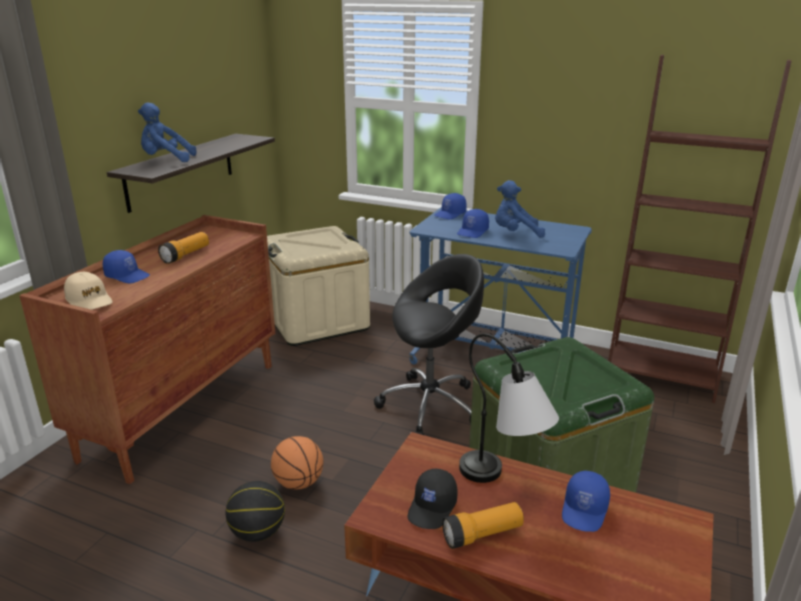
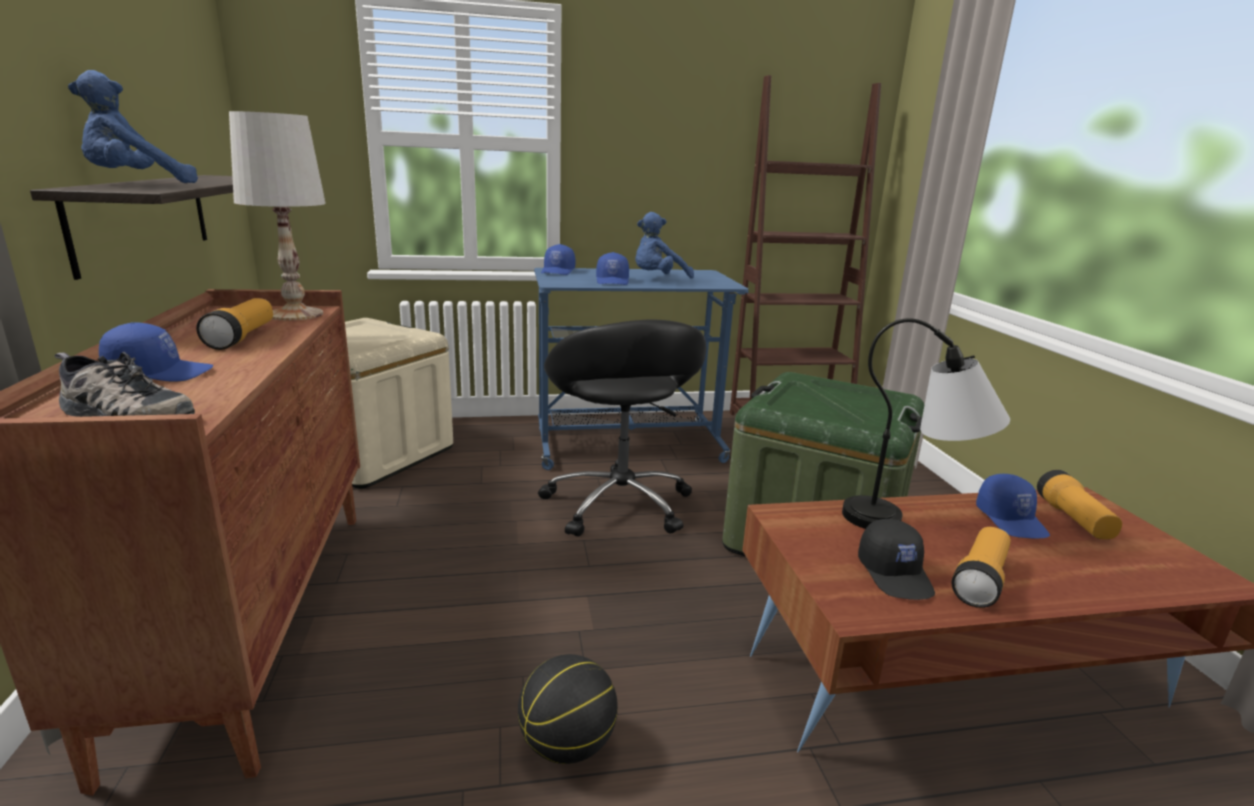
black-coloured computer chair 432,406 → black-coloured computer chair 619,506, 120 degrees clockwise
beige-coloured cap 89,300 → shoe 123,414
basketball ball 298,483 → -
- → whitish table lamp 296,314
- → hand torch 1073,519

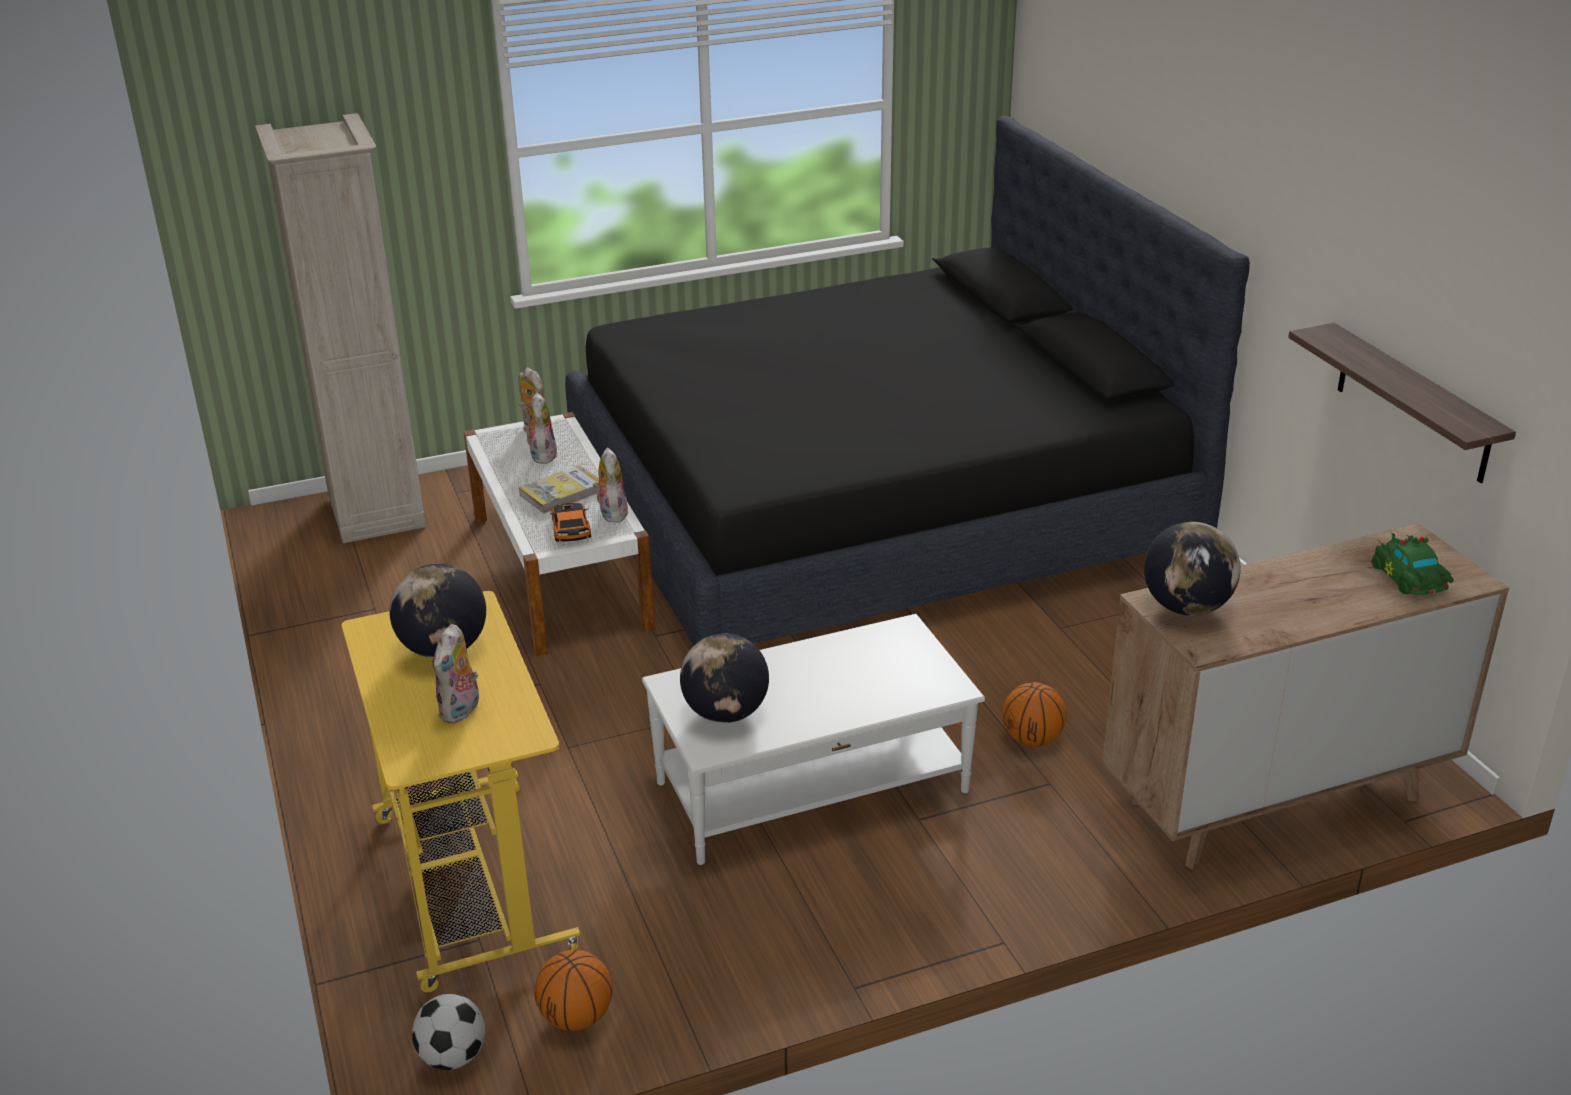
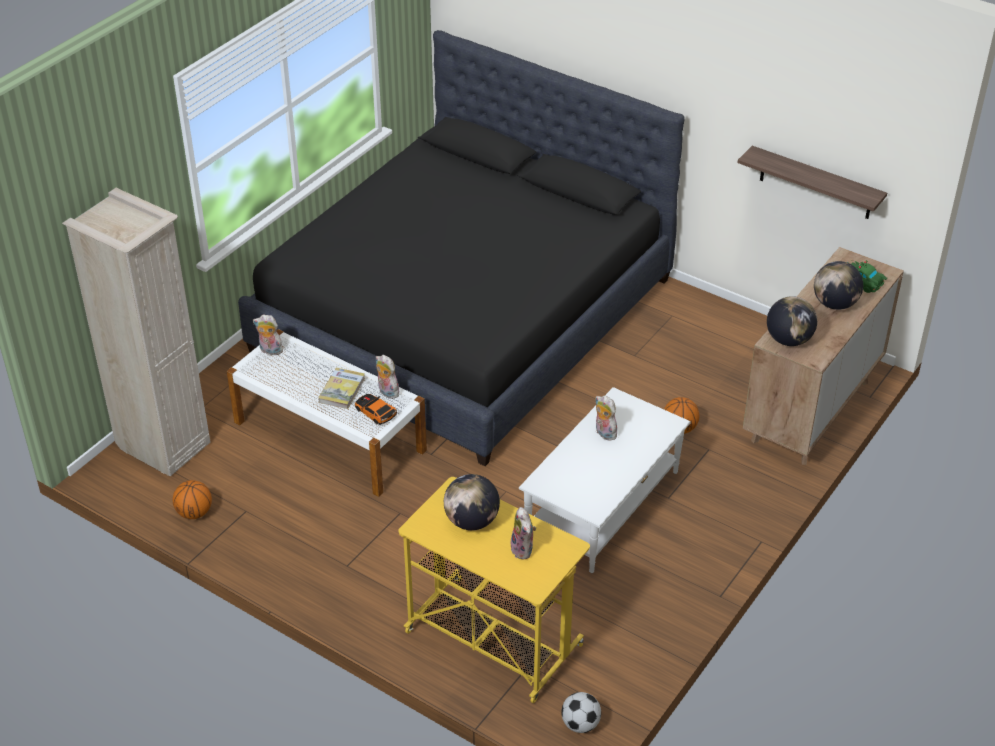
cuddly toy 541,455 → cuddly toy 604,433, relocated
world globe 725,713 → world globe 834,304, relocated
basketball ball 576,1017 → basketball ball 194,513, relocated

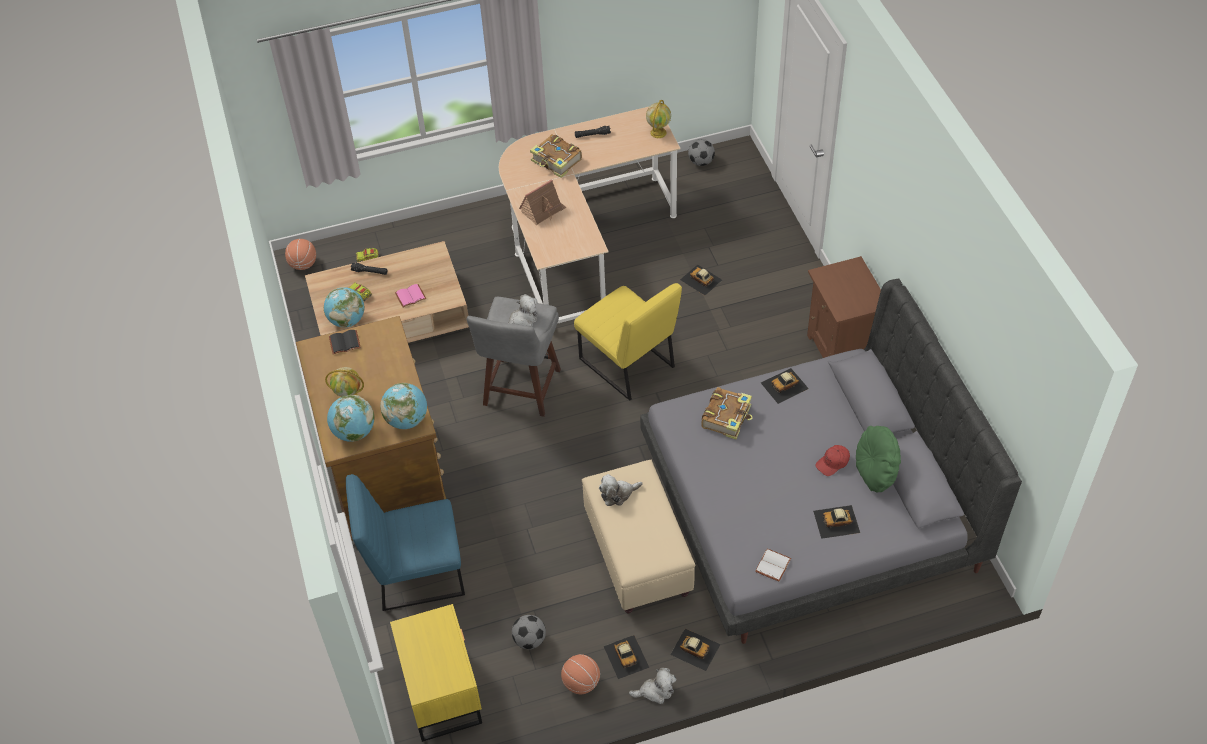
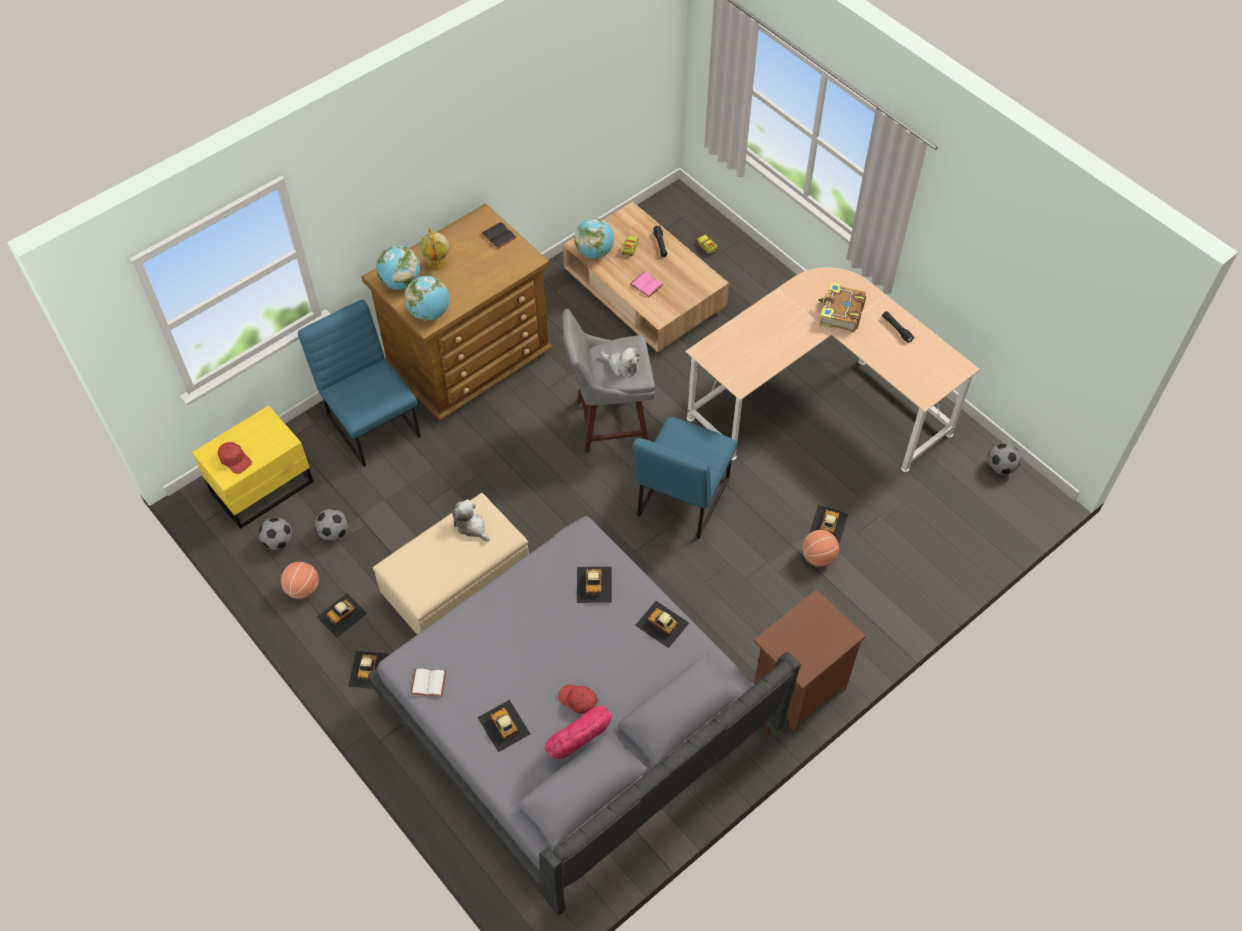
world globe 658,132 → -
model house 543,210 → -
basketball ball 303,264 → basketball ball 818,557, relocated
yellow-coloured chair 628,364 → blue chair 681,498
book 727,417 → miniature car 594,584
green pillow 874,475 → pink-coloured pillow 579,745
cuddly toy 655,691 → -
- → red-coloured cap 235,460
- → ball for football 278,541

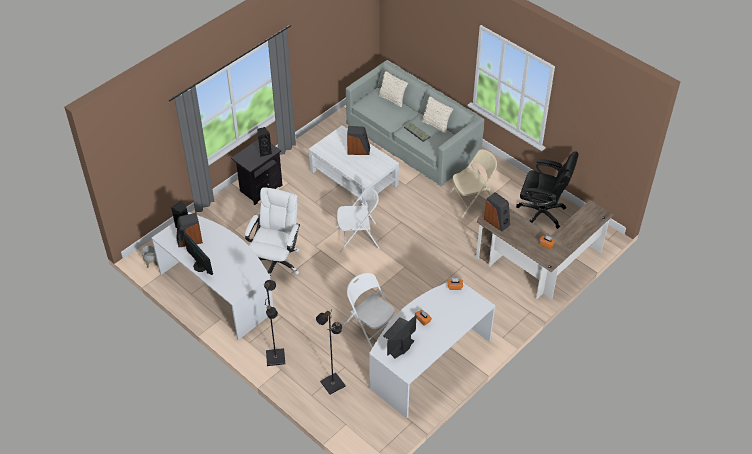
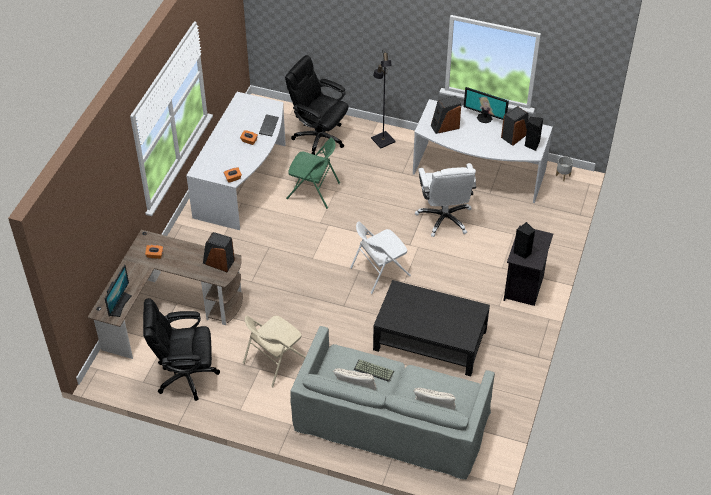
whitish lounge table 354,178 → black-coloured lounge table 429,340
loudspeaker 358,150 → loudspeaker 445,126, relocated
whitish chair 370,328 → green chair 313,191
black-coloured floor lamp 333,384 → black-coloured computer chair 319,137
computer screen 402,348 → computer screen 119,304, relocated

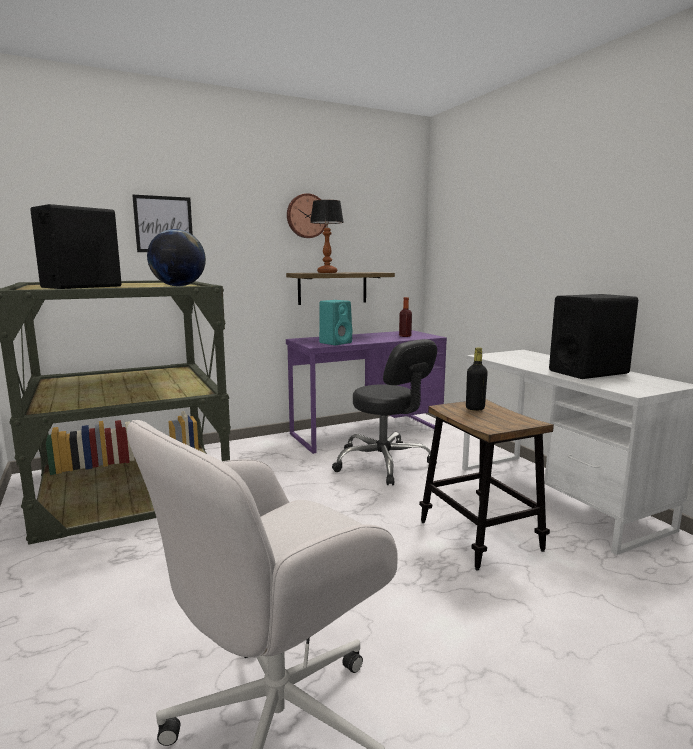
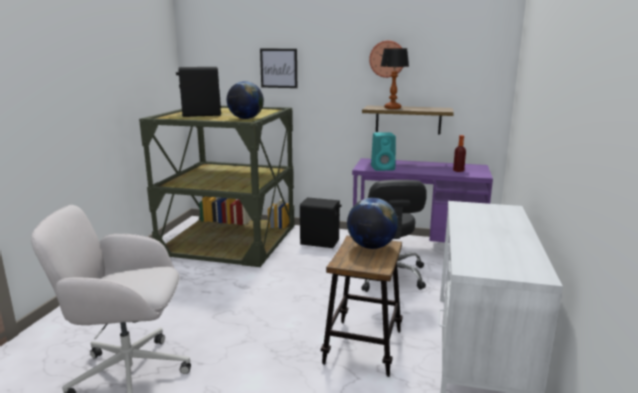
black-coloured loudspeaker 588,372 → black-coloured loudspeaker 320,242, relocated
black-coloured drink bottle 475,408 → world globe 371,246

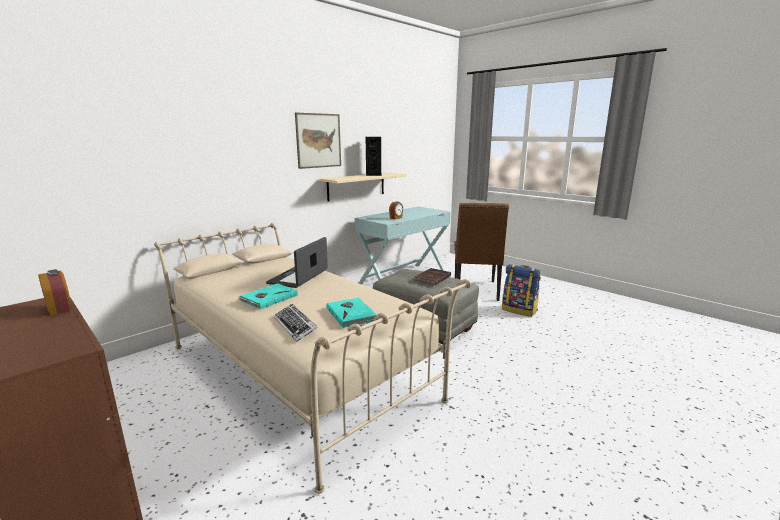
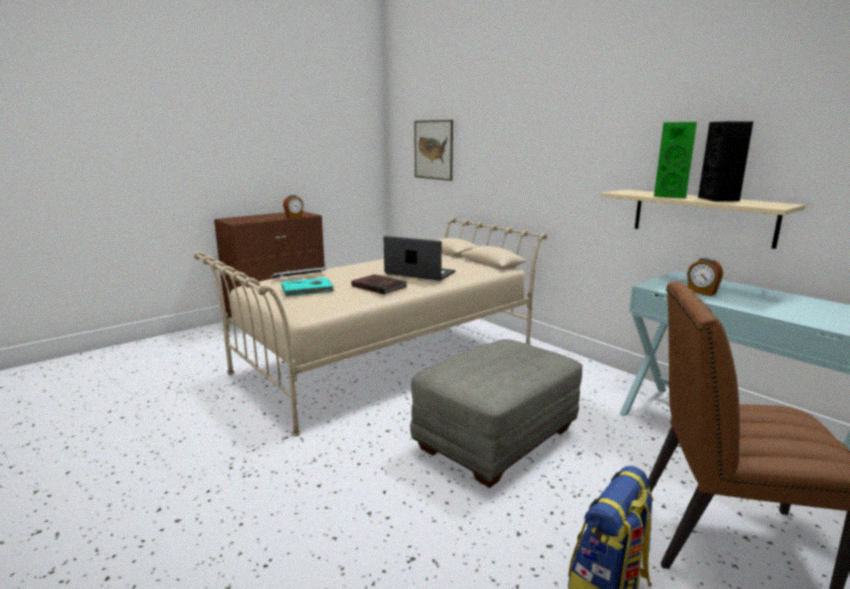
wall art 318,140 → wall art 433,150, relocated
brown-coloured book 432,278 → brown-coloured book 379,286, relocated
turquoise-coloured book 268,298 → -
- → green loudspeaker 671,196

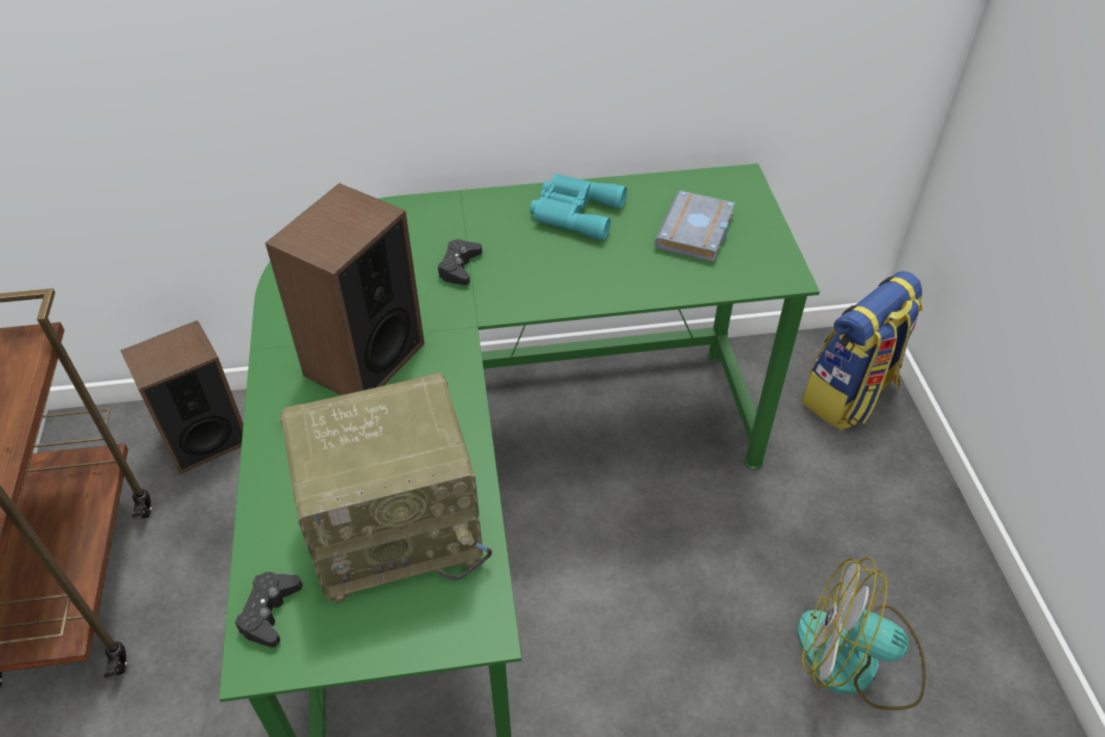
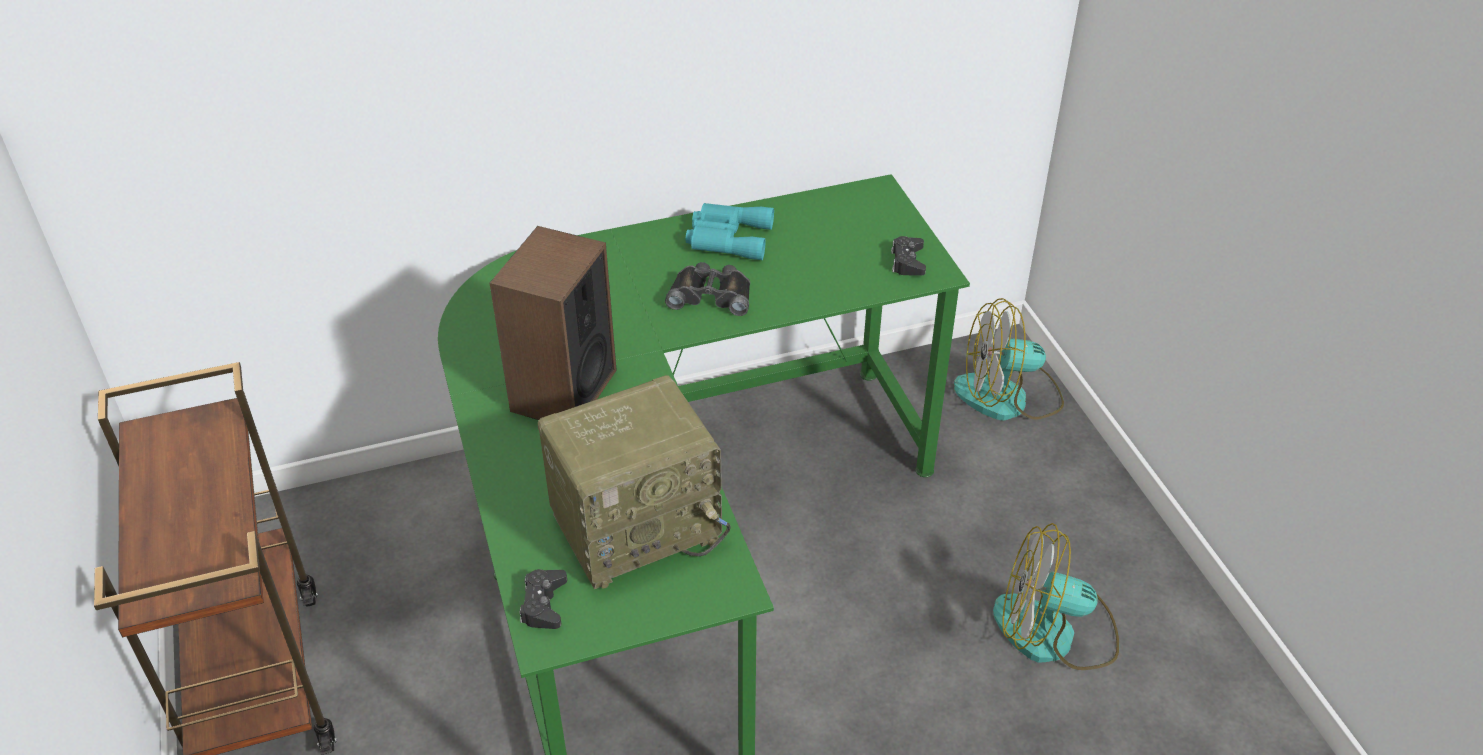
greyish book 697,233 → -
black-coloured joypad 459,267 → black-coloured joypad 907,261, relocated
rucksack 850,396 → electric fan 1008,397
loudspeaker 205,439 → -
- → black-coloured binoculars 711,295

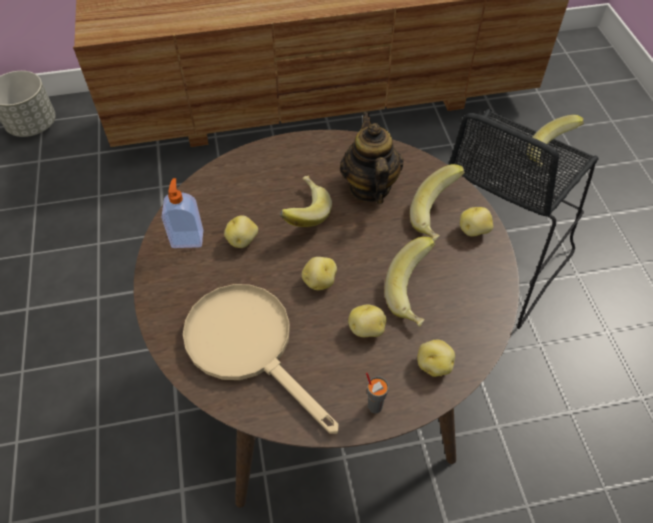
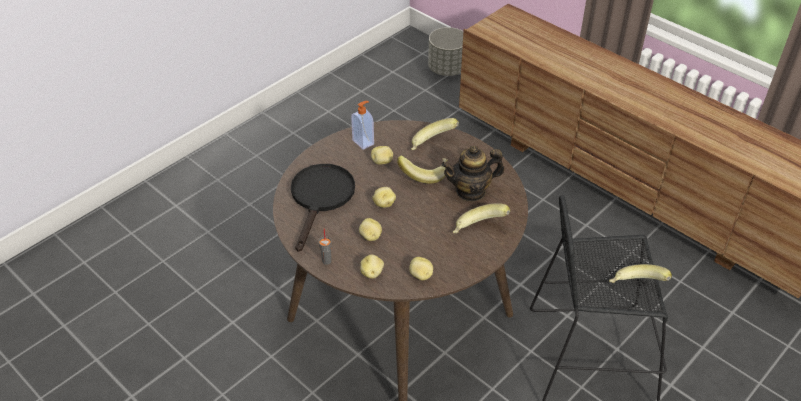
teapot 369,187 → teapot 471,191, 150 degrees counterclockwise
potato 474,230 → potato 421,275, relocated
banana fruit 414,294 → banana fruit 433,145, relocated
beige-coloured frying pan 249,346 → black-coloured frying pan 321,198

